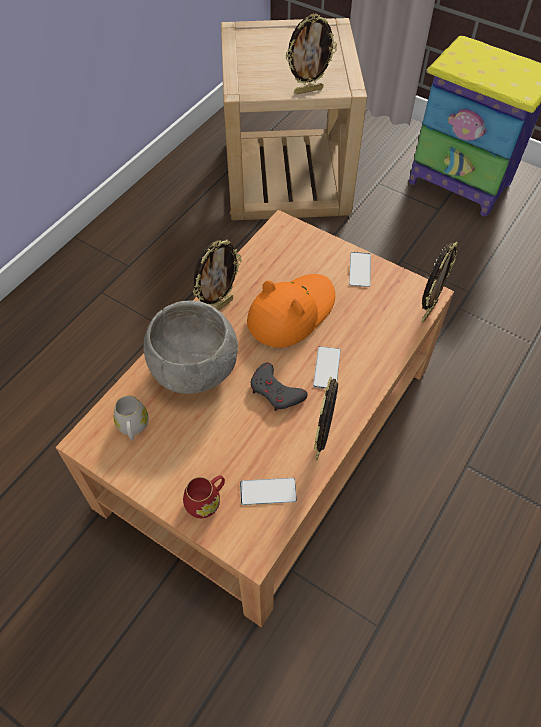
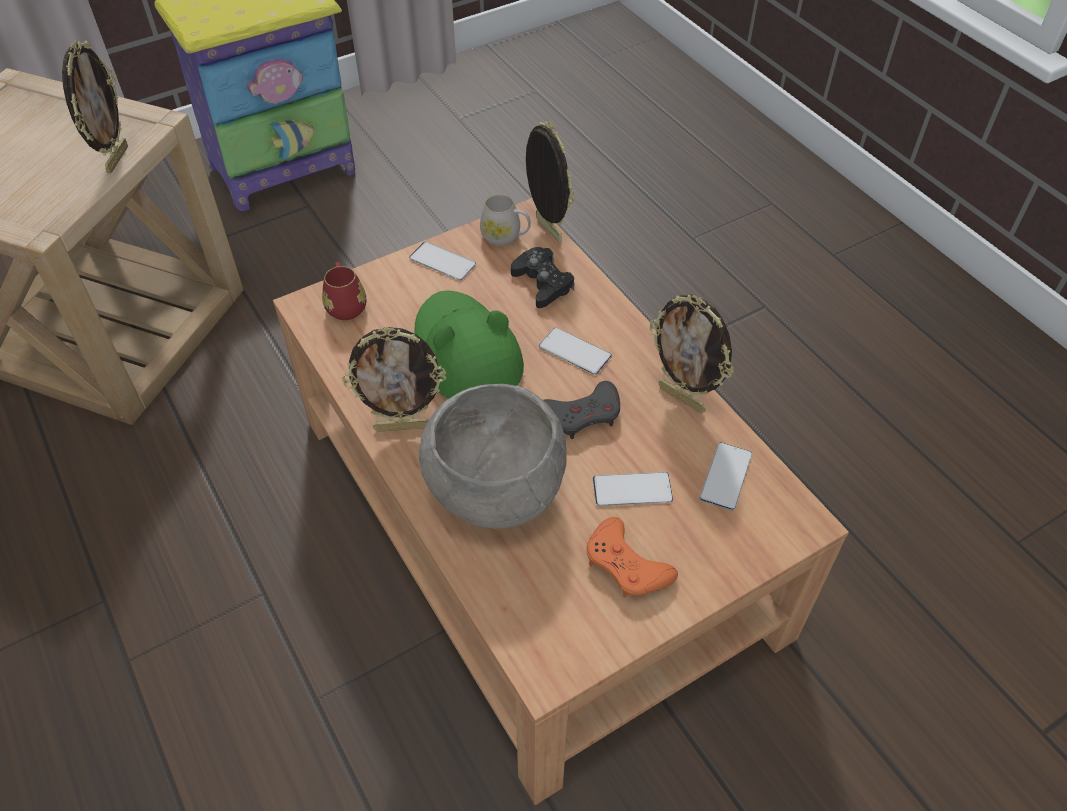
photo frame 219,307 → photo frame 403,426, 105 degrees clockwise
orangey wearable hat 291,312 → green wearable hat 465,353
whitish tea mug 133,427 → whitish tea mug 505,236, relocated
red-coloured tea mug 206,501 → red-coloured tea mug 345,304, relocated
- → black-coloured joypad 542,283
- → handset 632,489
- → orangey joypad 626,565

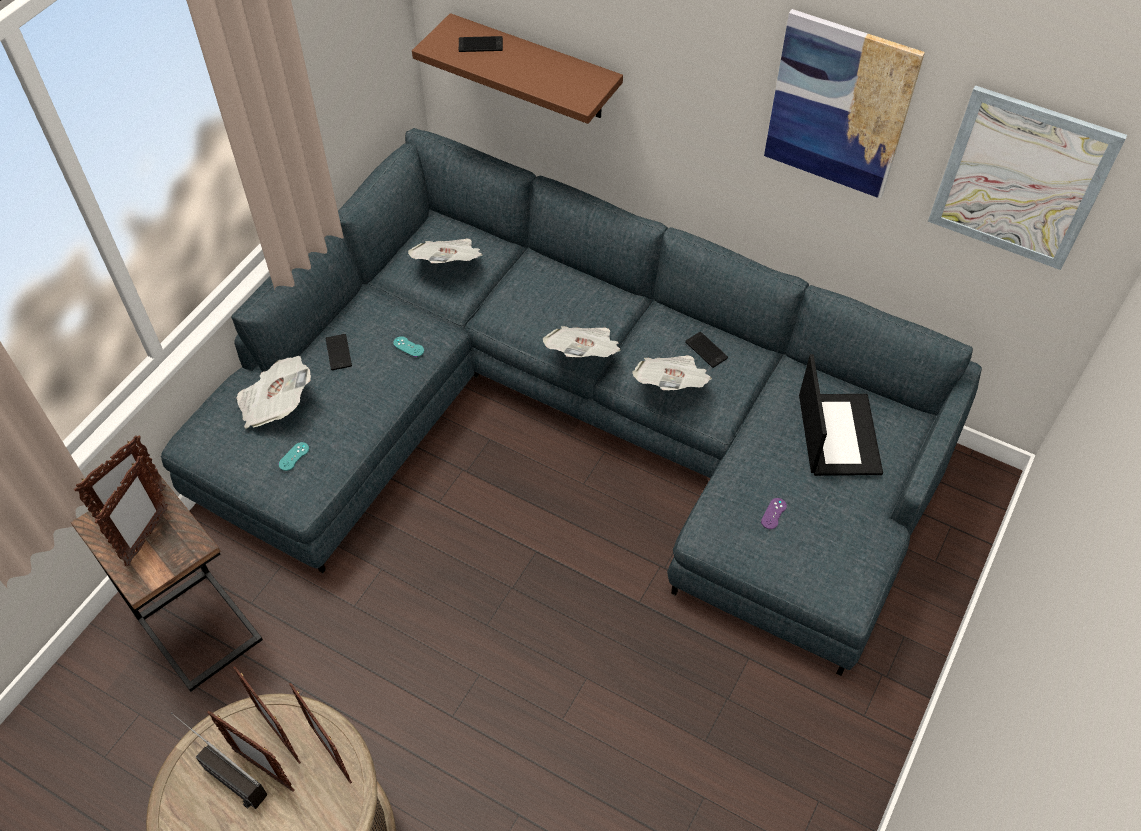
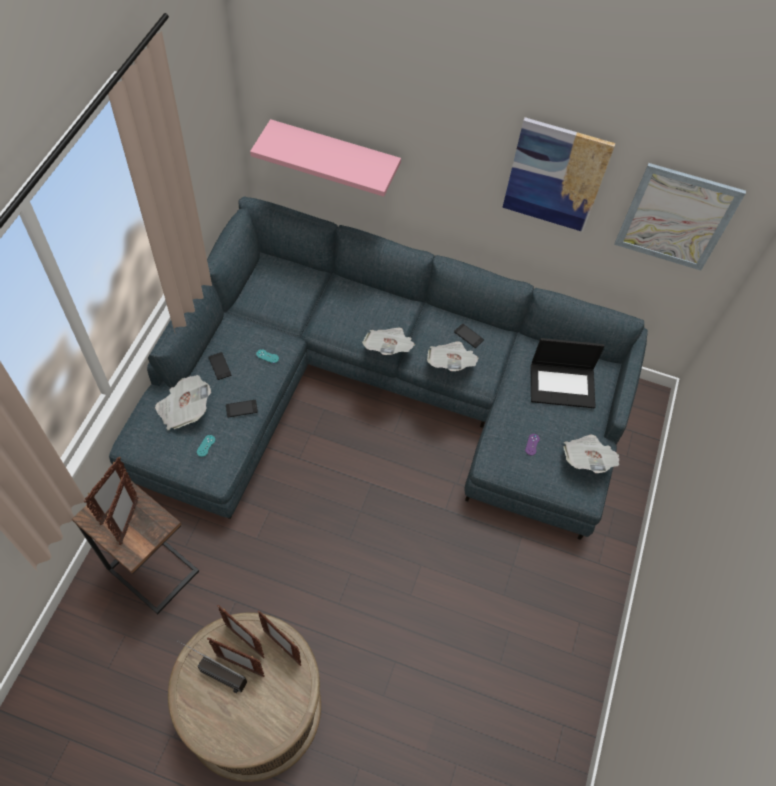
brown-coloured bracket shelf 535,68 → pink-coloured bracket shelf 335,154
handset 480,45 → handset 241,408, relocated
daily paper 449,264 → daily paper 587,459, relocated
notebook computer 837,434 → notebook computer 563,385, 105 degrees clockwise

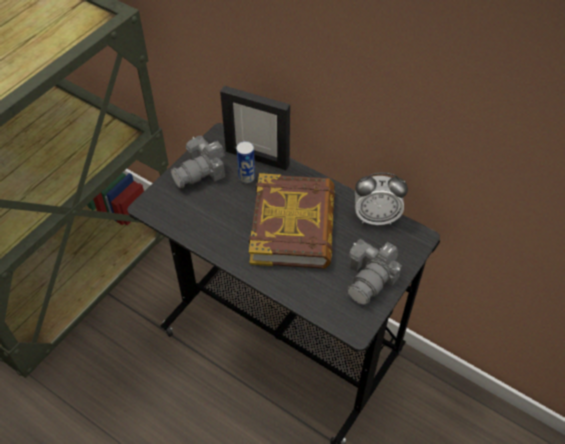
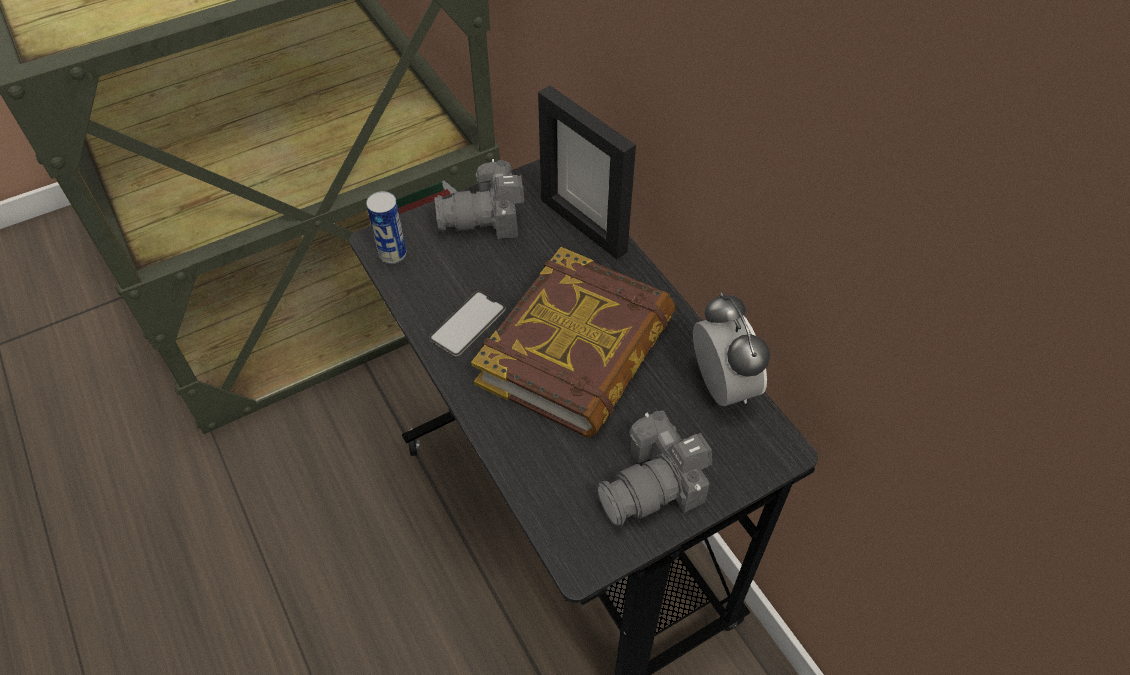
sealed can 246,177 → sealed can 393,254, relocated
alarm clock 376,217 → alarm clock 721,386, 135 degrees counterclockwise
- → handset 468,323

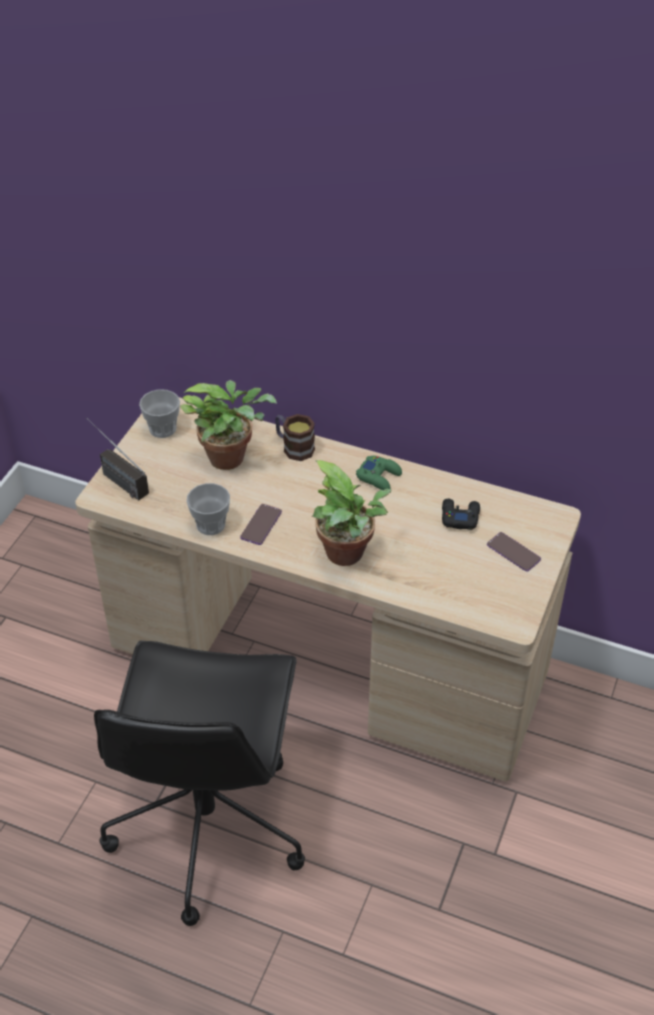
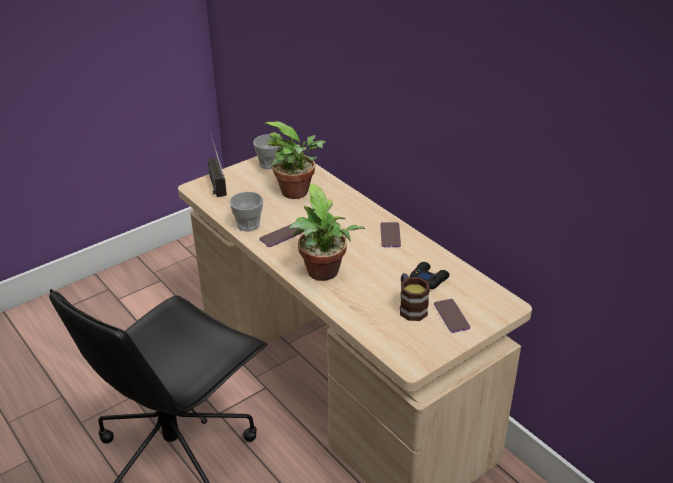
tea mug 294,447 → tea mug 410,307, relocated
green joypad 379,477 → handset 390,235

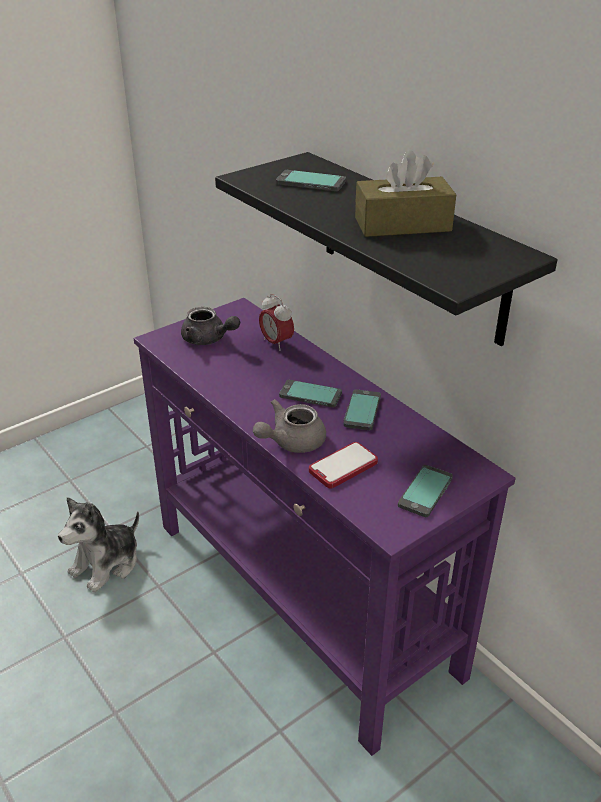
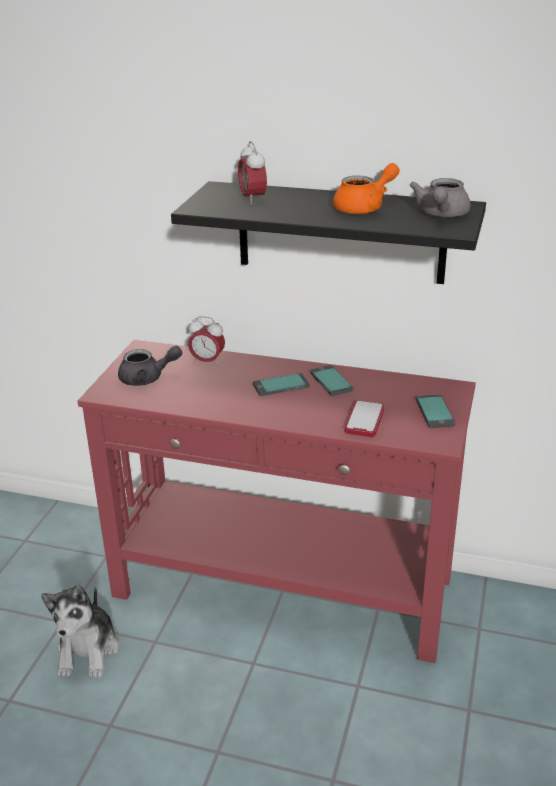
brown-coloured tissue box 402,224 → orangey teapot 365,208
handset 310,182 → alarm clock 253,199
purplish narrow table 302,598 → red-coloured narrow table 283,589
greyish teapot 291,442 → greyish teapot 441,215, relocated

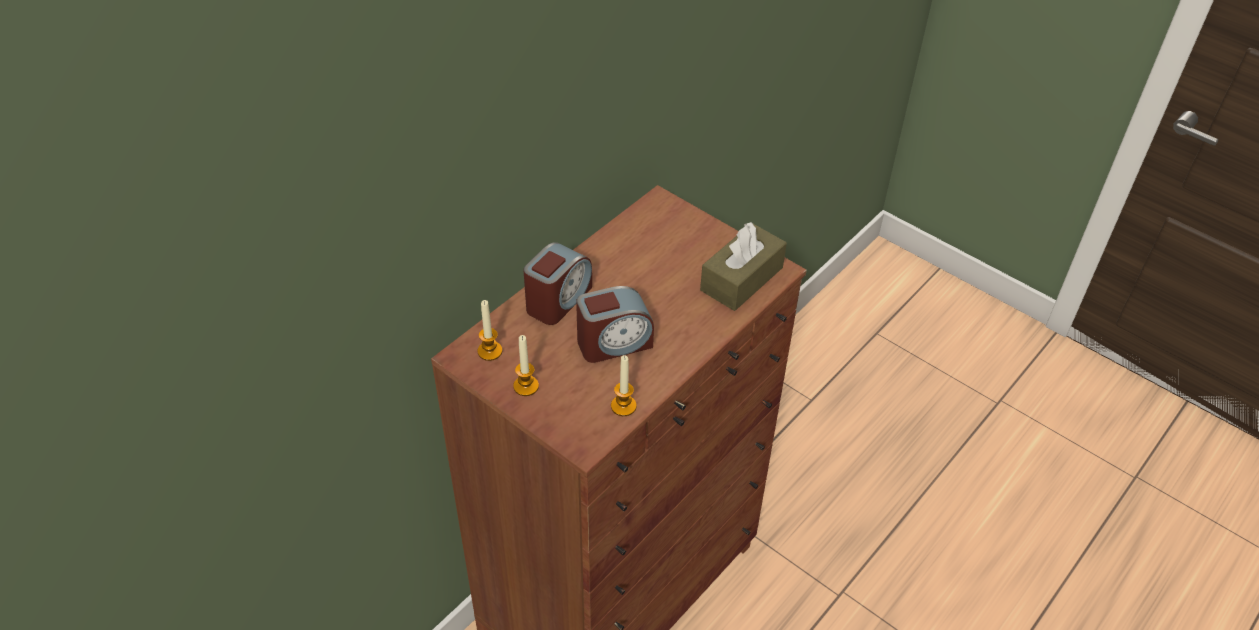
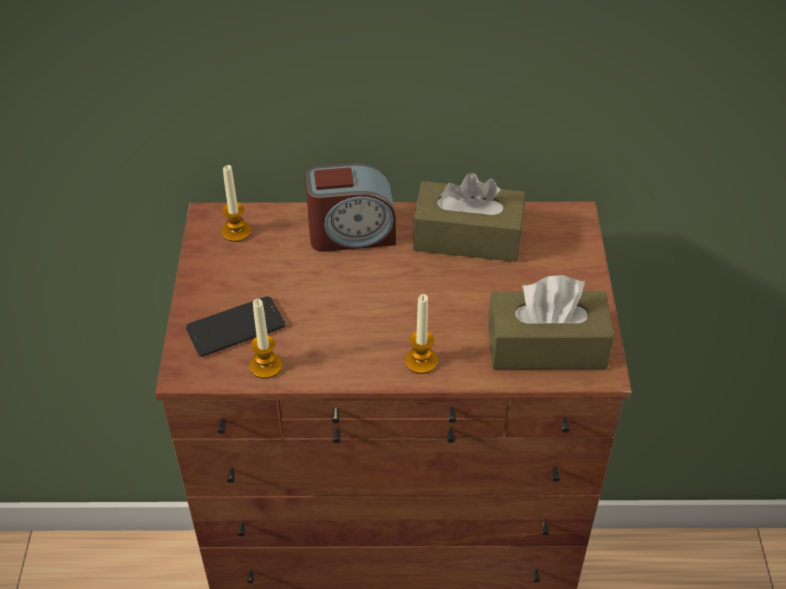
alarm clock 614,343 → -
wax light 526,386 → wax light 421,361, relocated
- → brown-coloured tissue box 467,237
- → handset 236,327

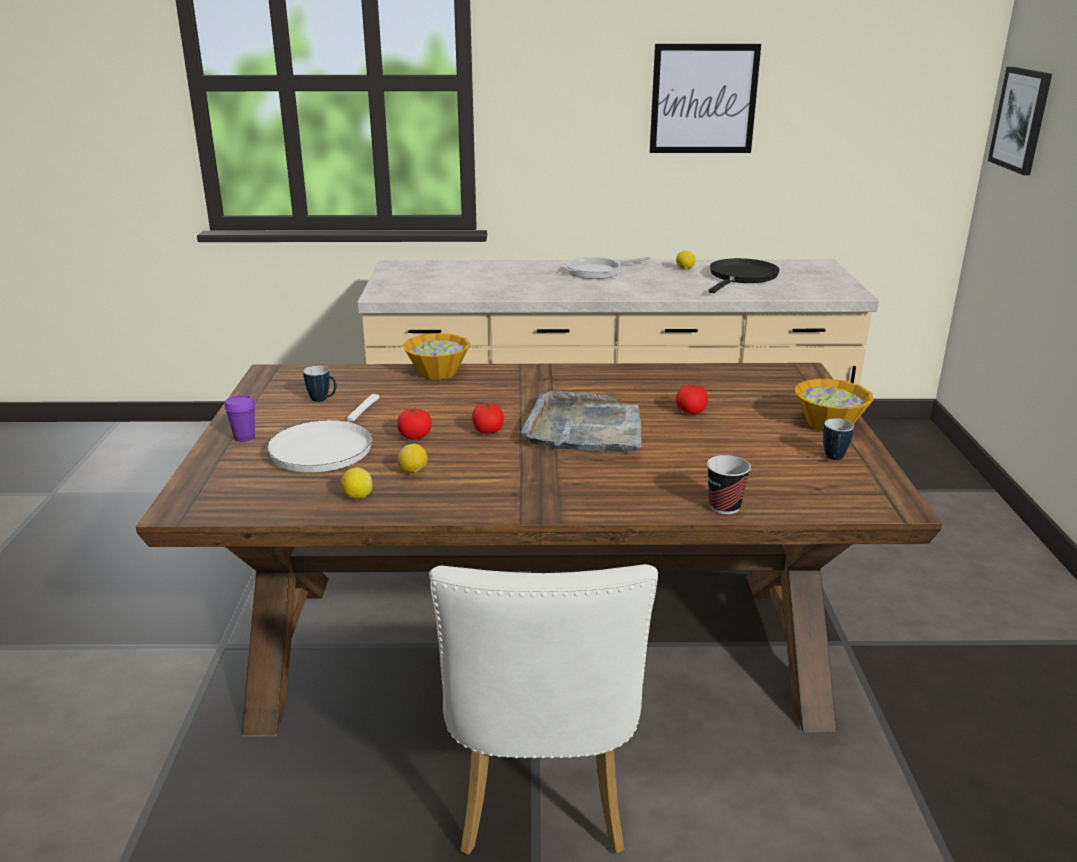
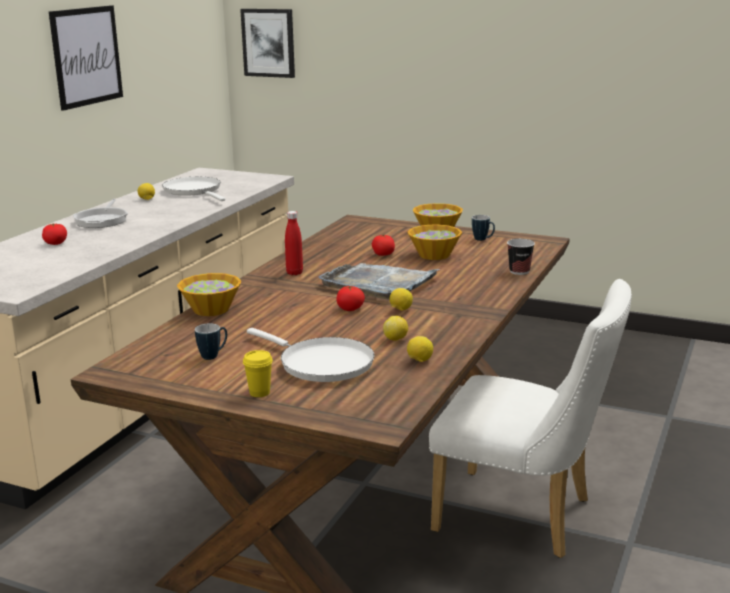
black-coloured frying pan 741,277 → whitish frying pan 194,191
purplish drinking cup 244,437 → yellow-coloured drinking cup 259,393
whole tomato 415,436 → whole tomato 56,243, relocated
- → red-coloured drink bottle 294,273
- → serving bowl 434,255
- → whole lemon 400,309

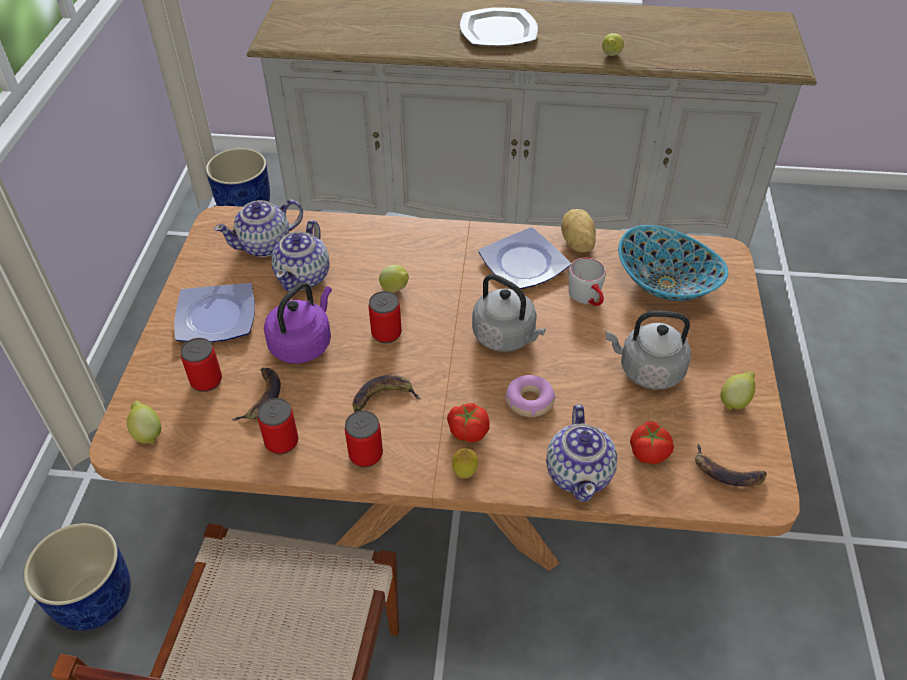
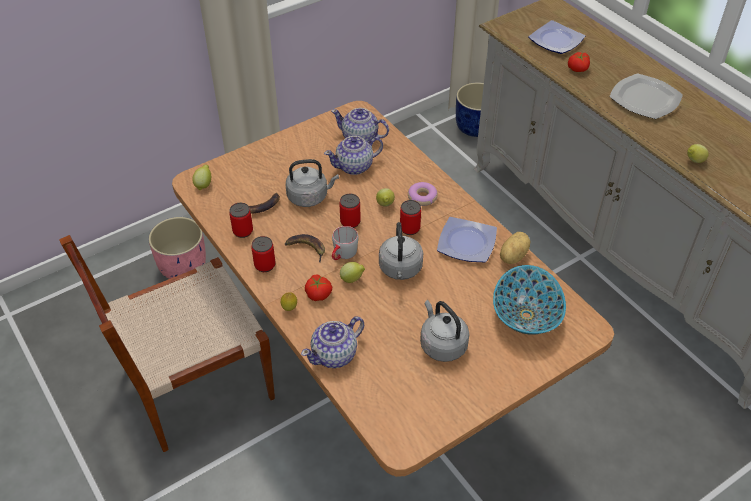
greyish tea mug 588,298 → greyish tea mug 343,255, relocated
purplish water kettle 303,343 → greyish water kettle 310,197
dinner plate 217,316 → dinner plate 557,41, relocated
sealed can 206,381 → sealed can 410,228, relocated
whole lemon 735,401 → whole lemon 352,279, relocated
ring doughnut 529,401 → ring doughnut 422,197, relocated
whole tomato 649,451 → whole tomato 578,69, relocated
banana fruit 727,472 → -
blue flower pot 93,598 → pink-coloured flower pot 183,266

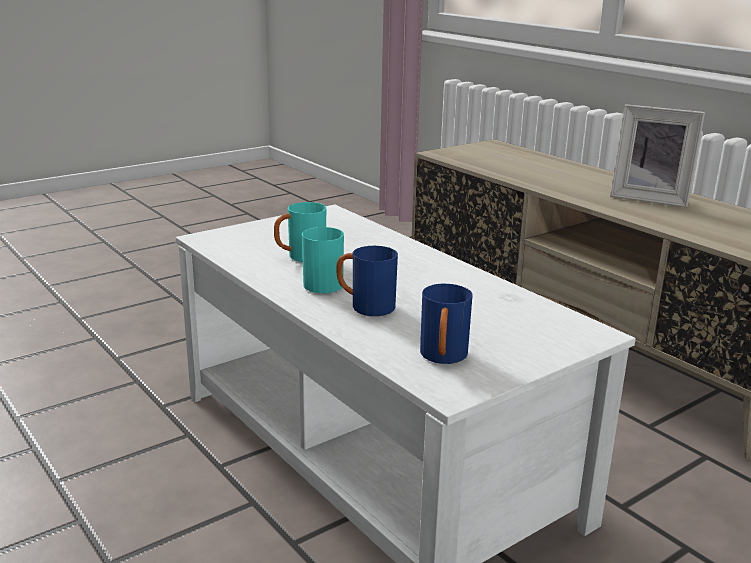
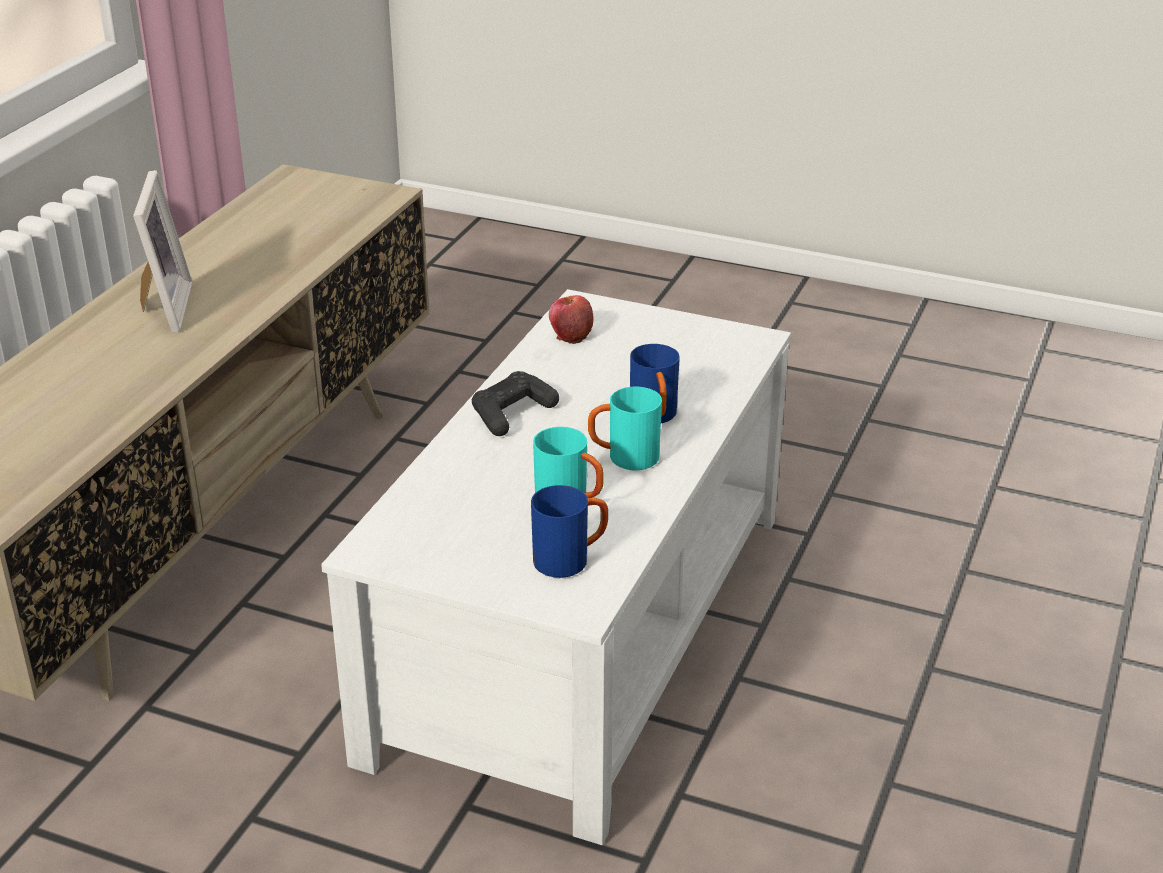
blue tea mug 443,358 → blue tea mug 570,559, relocated
- → whole apple 571,335
- → black-coloured joypad 512,414

